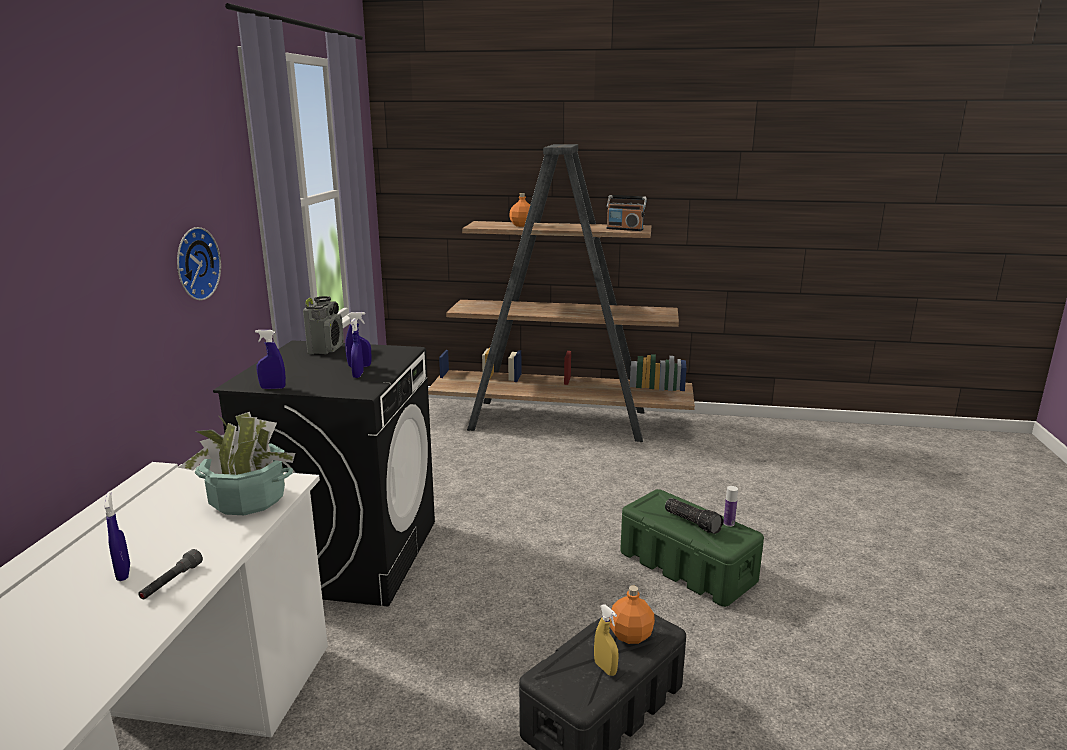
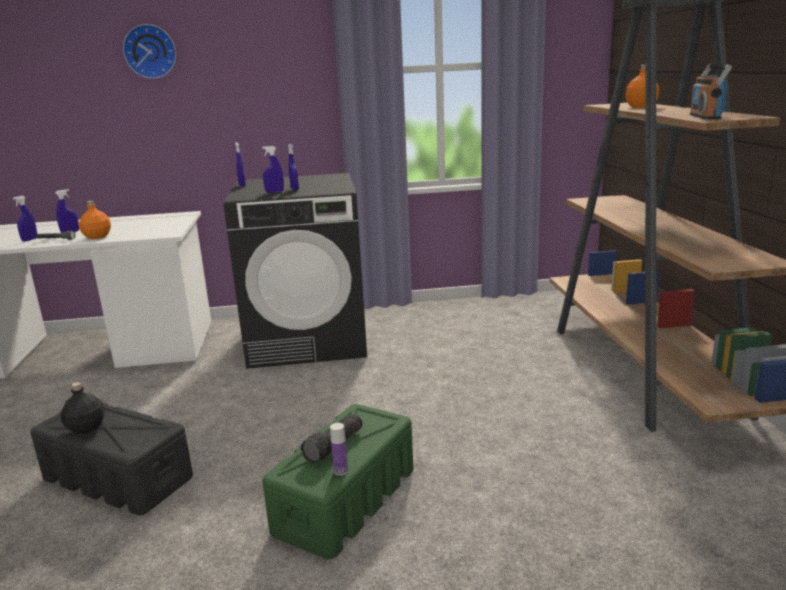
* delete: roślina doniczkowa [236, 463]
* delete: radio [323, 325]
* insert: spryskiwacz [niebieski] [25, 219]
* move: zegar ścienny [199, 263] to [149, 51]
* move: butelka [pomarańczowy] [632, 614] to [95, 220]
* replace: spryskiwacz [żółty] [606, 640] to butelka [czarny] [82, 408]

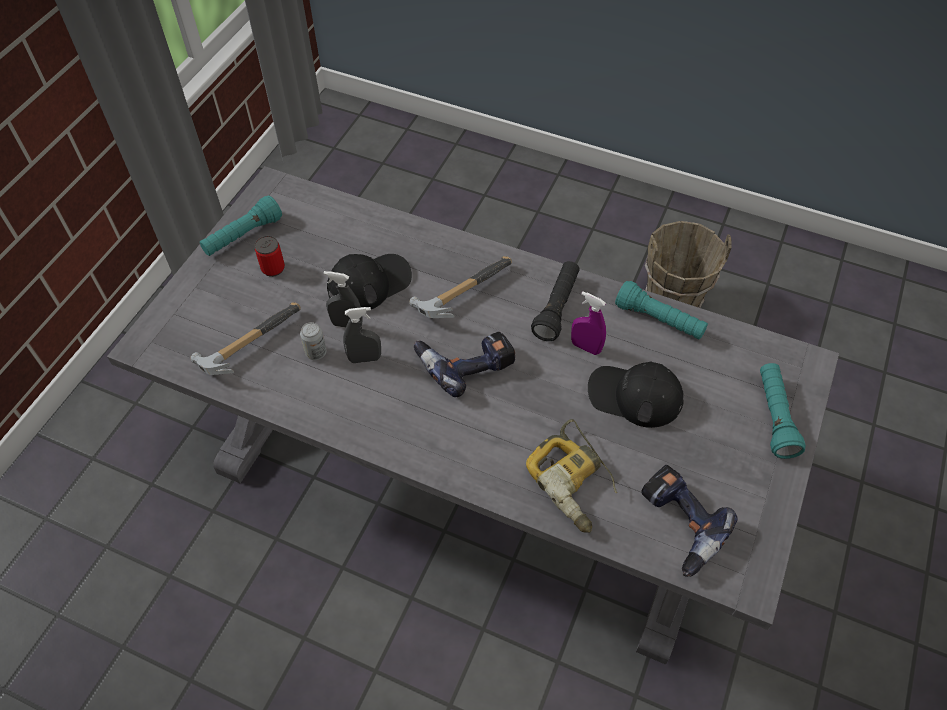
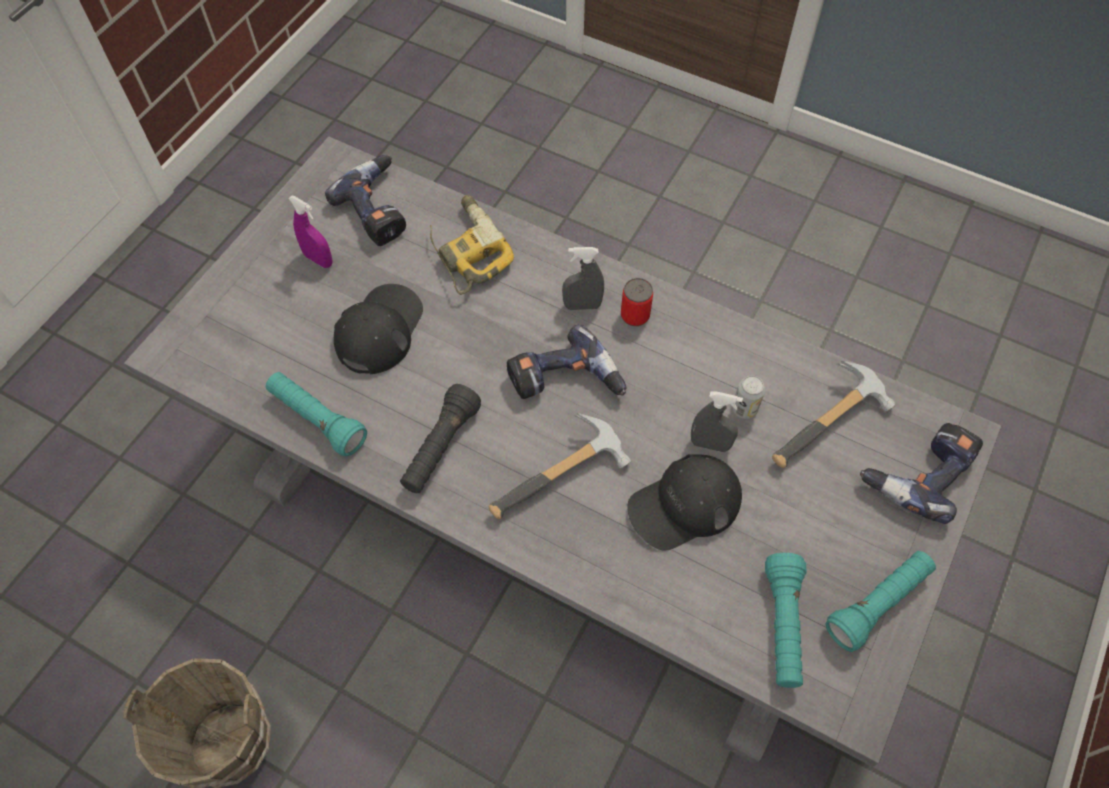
* insert: wiertarka [921, 473]
* move: puszka [270, 256] to [637, 302]
* move: spryskiwacz [szary] [362, 335] to [583, 278]
* move: spryskiwacz [fioletowy] [588, 323] to [310, 232]
* move: latarka [turkusowy] [783, 411] to [786, 620]
* rotate: czapka z daszkiem [czarny] [636, 395] = [378, 329] 90 degrees counterclockwise

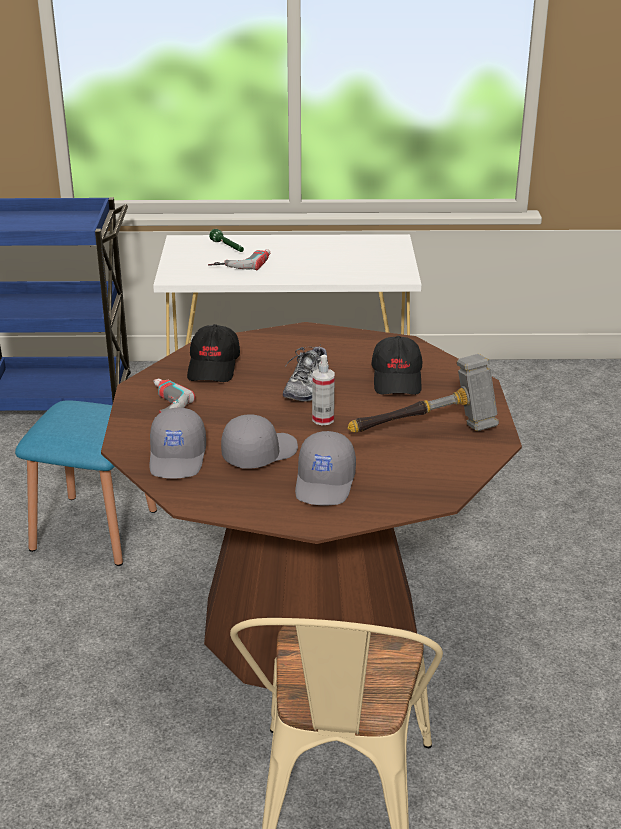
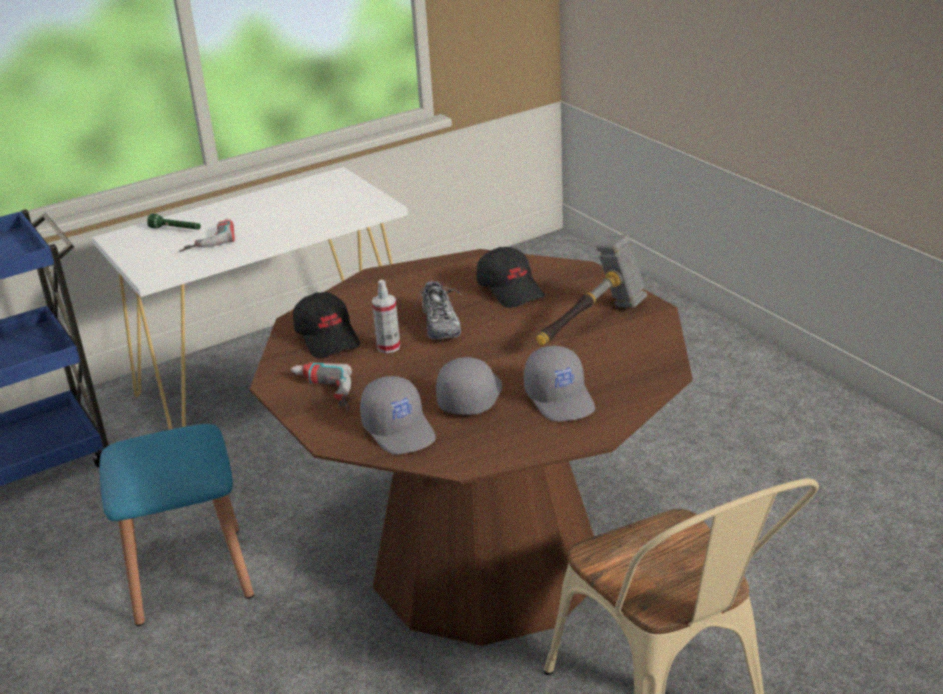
* move: spryskiwacz [323, 390] to [386, 316]

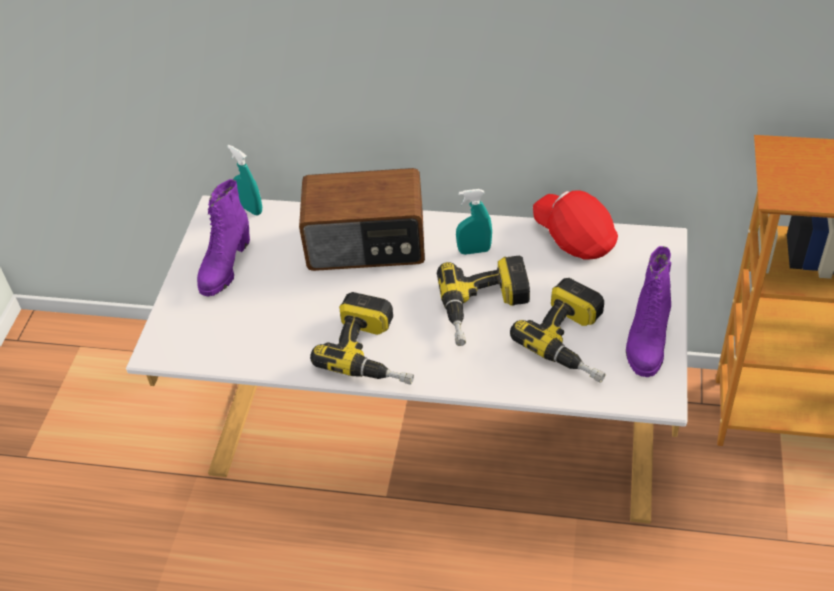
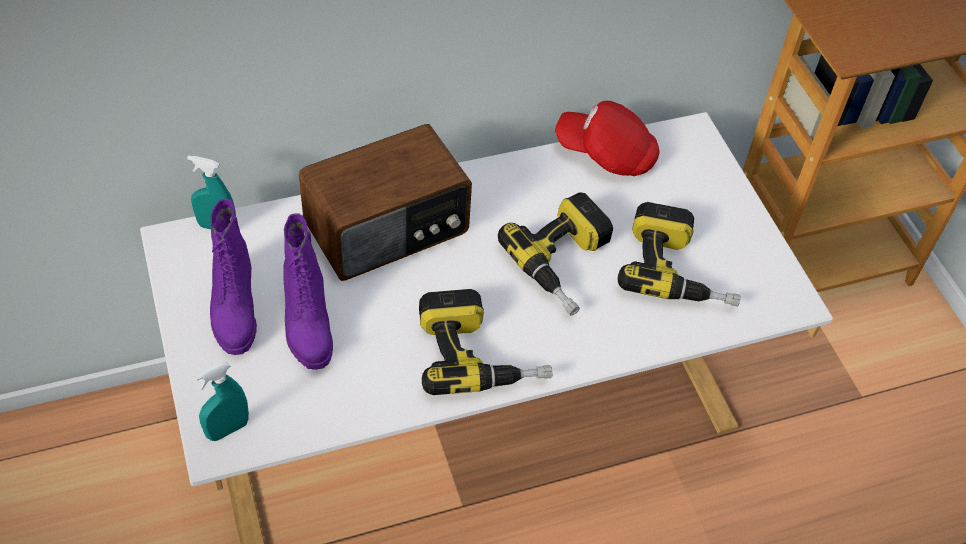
* move: spryskiwacz [turkusowy] [474, 222] to [222, 401]
* move: but z cholewką [fioletowy] [648, 311] to [308, 291]

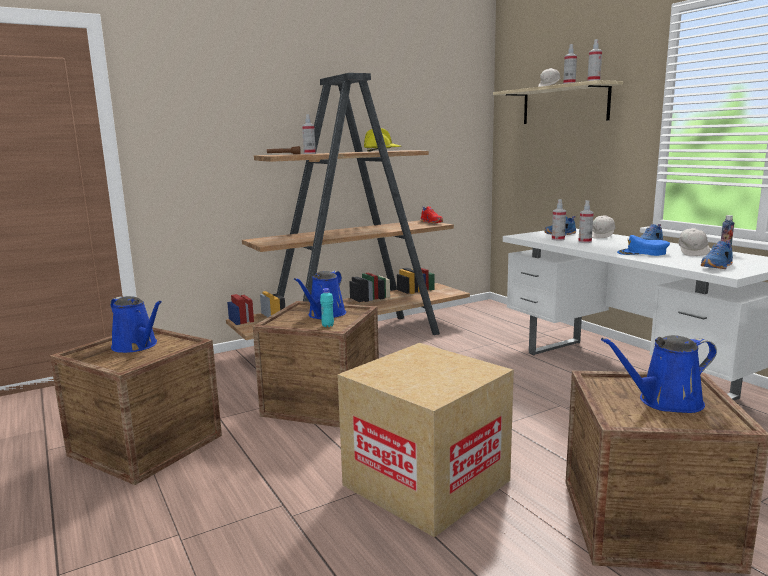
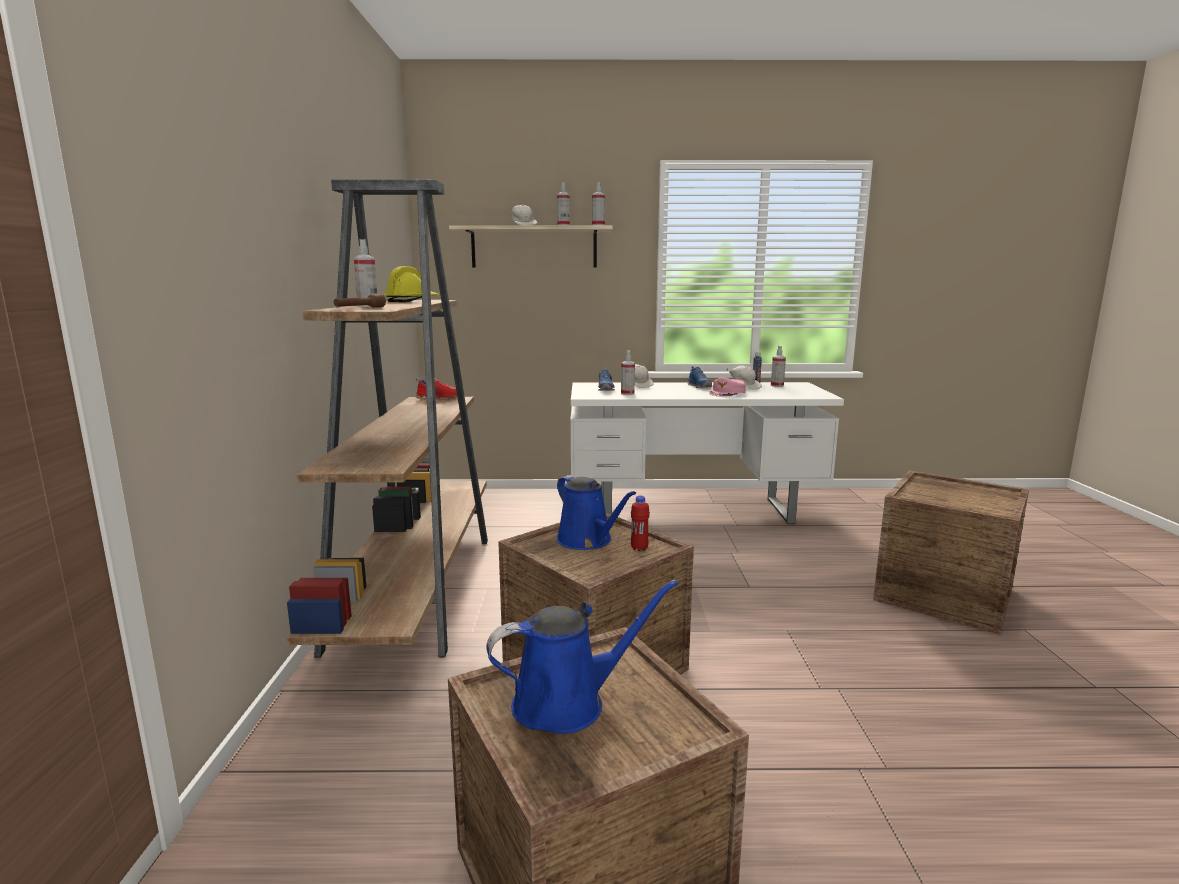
* delete: karton [425, 440]
* delete: konewka [niebieski] [659, 374]
* delete: but [niebieski] [717, 255]
* move: spryskiwacz [586, 221] to [778, 366]
* recolor: butelka [turkusowy] [327, 307] to butelka [czerwony] [640, 523]
* recolor: czapka z daszkiem [niebieski] [643, 245] to czapka z daszkiem [różowy] [727, 387]

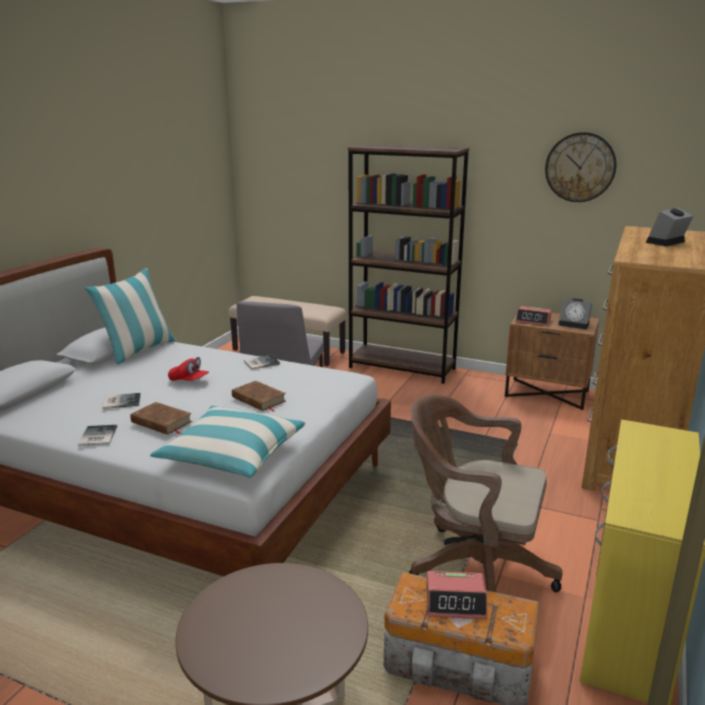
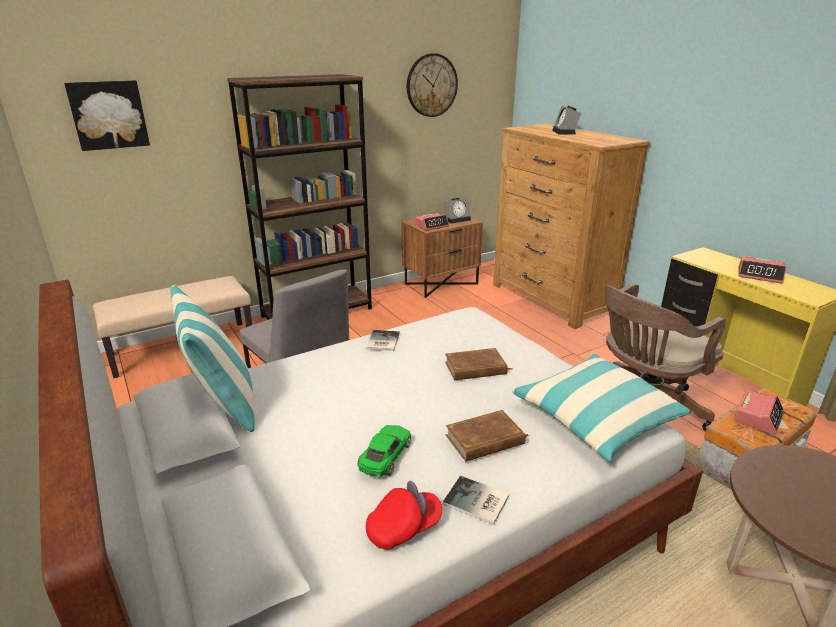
* insert: obraz [107, 115]
* insert: budzik [762, 270]
* move: czapka z daszkiem [czerwony] [188, 369] to [404, 515]
* replace: książka [122, 401] to samochodzik [zielony] [384, 451]

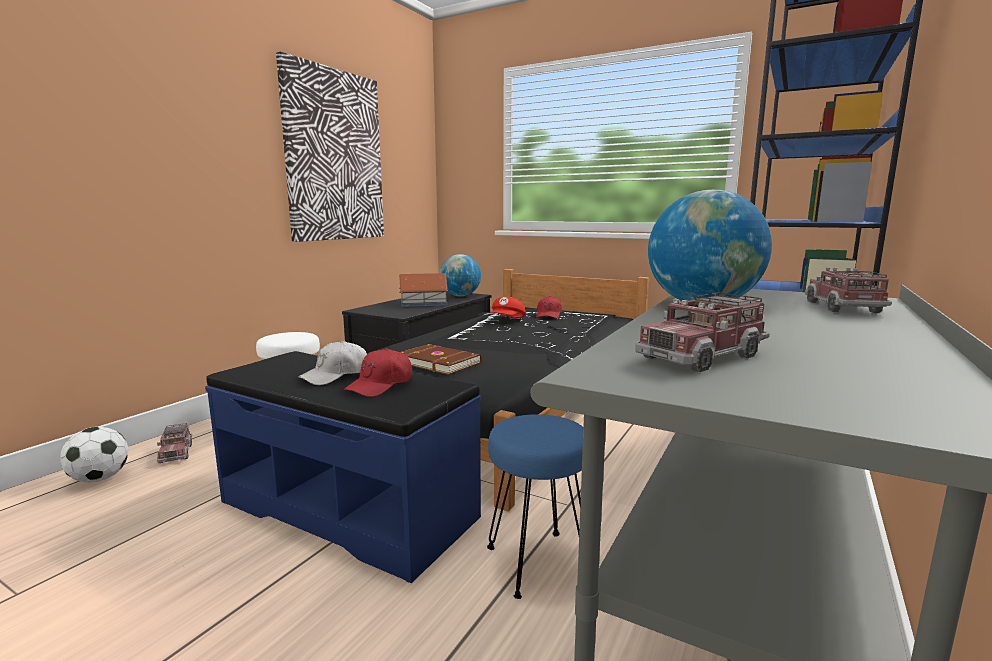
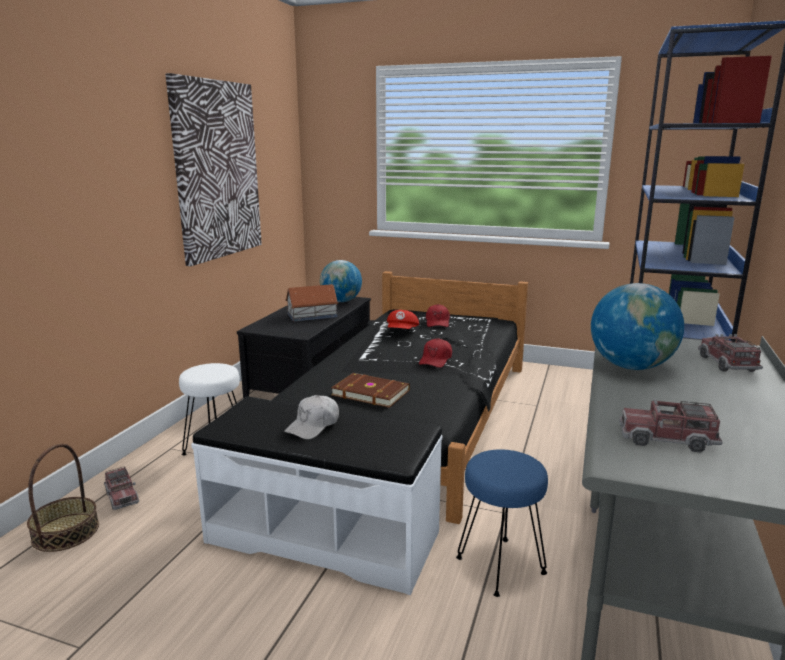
* move: czapka z daszkiem [czerwony] [377, 372] to [435, 353]
* replace: piłka futbolowa [94, 454] to koszyk [63, 497]
* recolor: ławka [niebieski] [343, 467] to ławka [biały] [316, 495]
* rotate: ciężarówka zabawkowa [702, 332] = [671, 425] 60 degrees clockwise

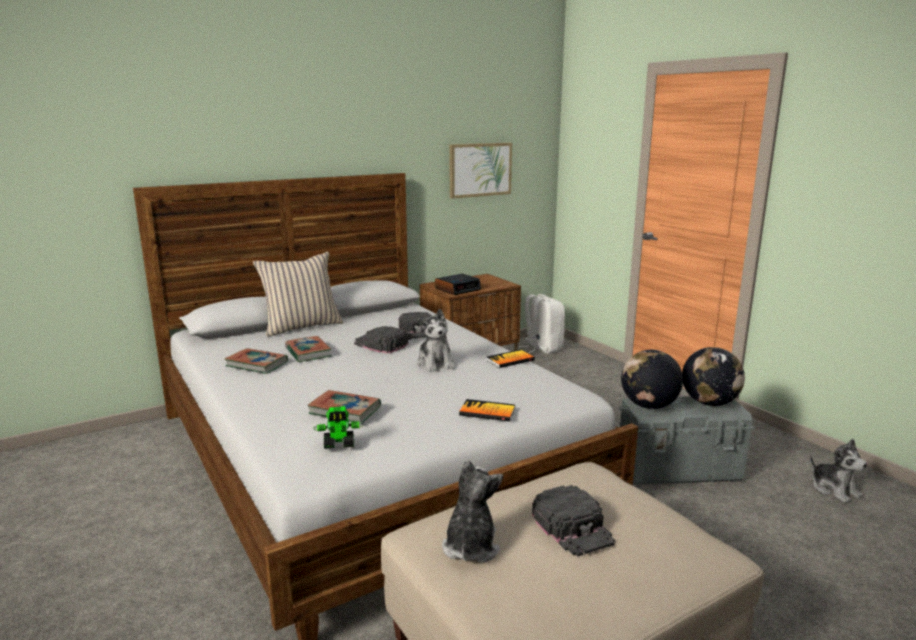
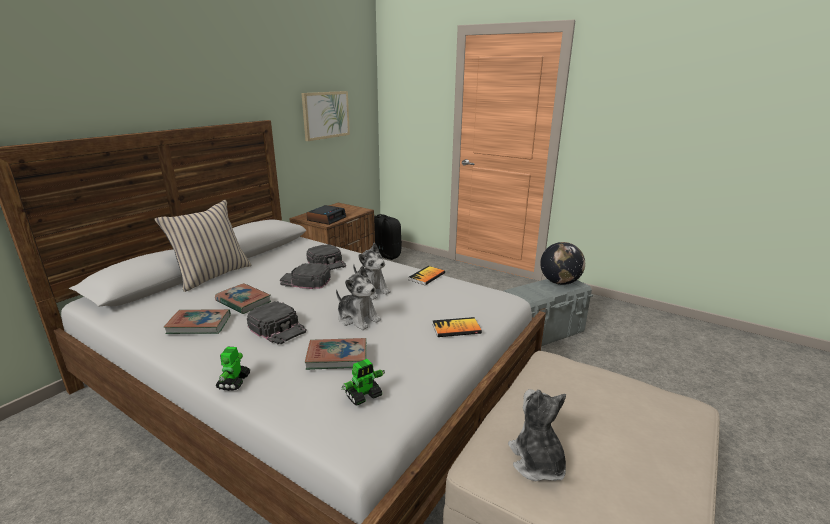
* delete: globus [652, 379]
* insert: robot zabawkowy [232, 369]
* move: czapka z daszkiem [czarny] [573, 520] to [277, 322]
* move: pluszak [838, 471] to [358, 298]
* recolor: plecak [biały] [545, 324] to plecak [czarny] [388, 237]

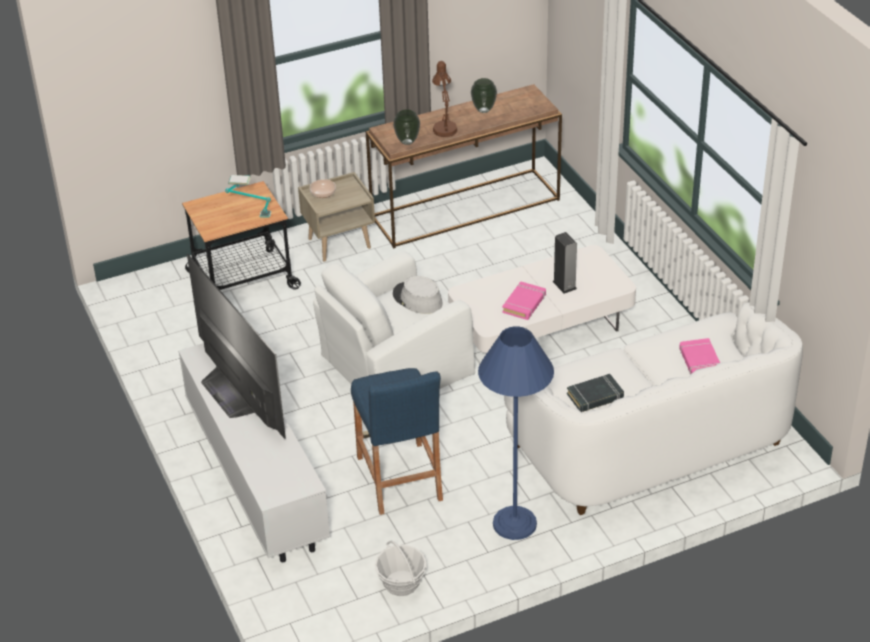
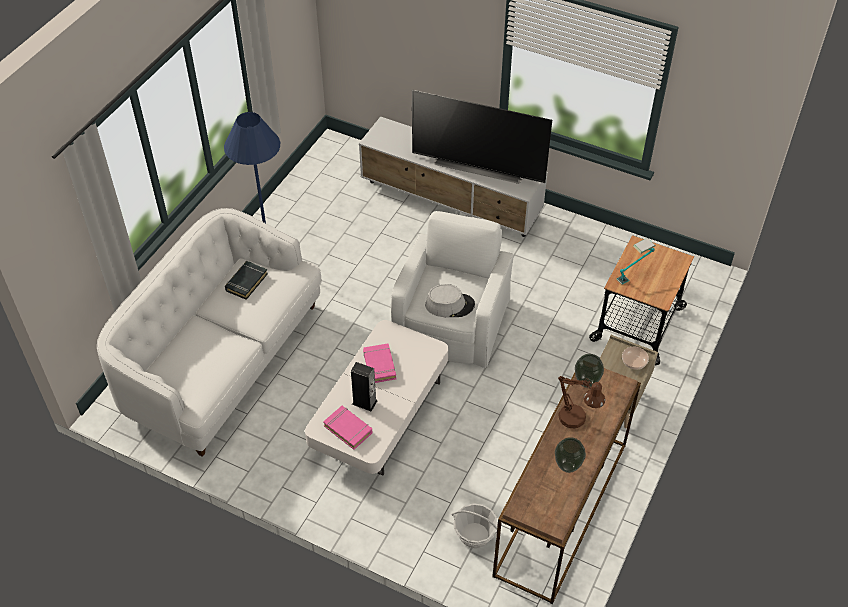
* delete: stołek [niebieski] [397, 441]
* move: koszyk [401, 568] to [475, 525]
* move: książka [różowy] [699, 356] to [347, 428]

